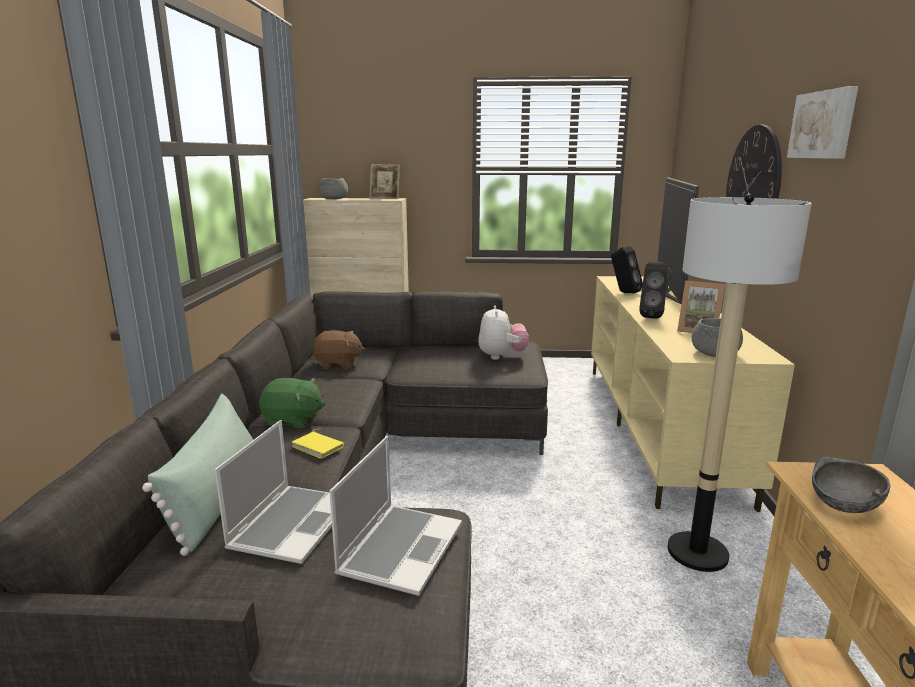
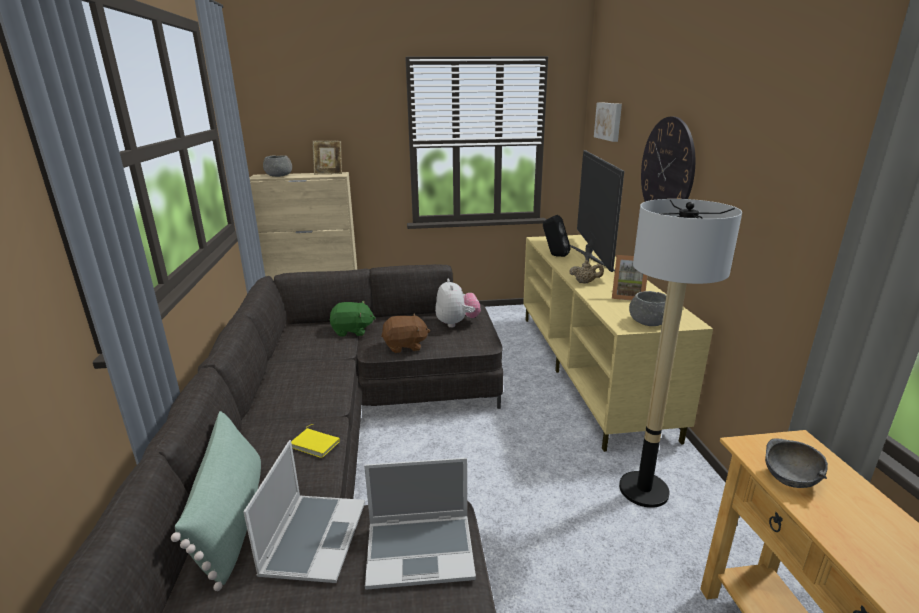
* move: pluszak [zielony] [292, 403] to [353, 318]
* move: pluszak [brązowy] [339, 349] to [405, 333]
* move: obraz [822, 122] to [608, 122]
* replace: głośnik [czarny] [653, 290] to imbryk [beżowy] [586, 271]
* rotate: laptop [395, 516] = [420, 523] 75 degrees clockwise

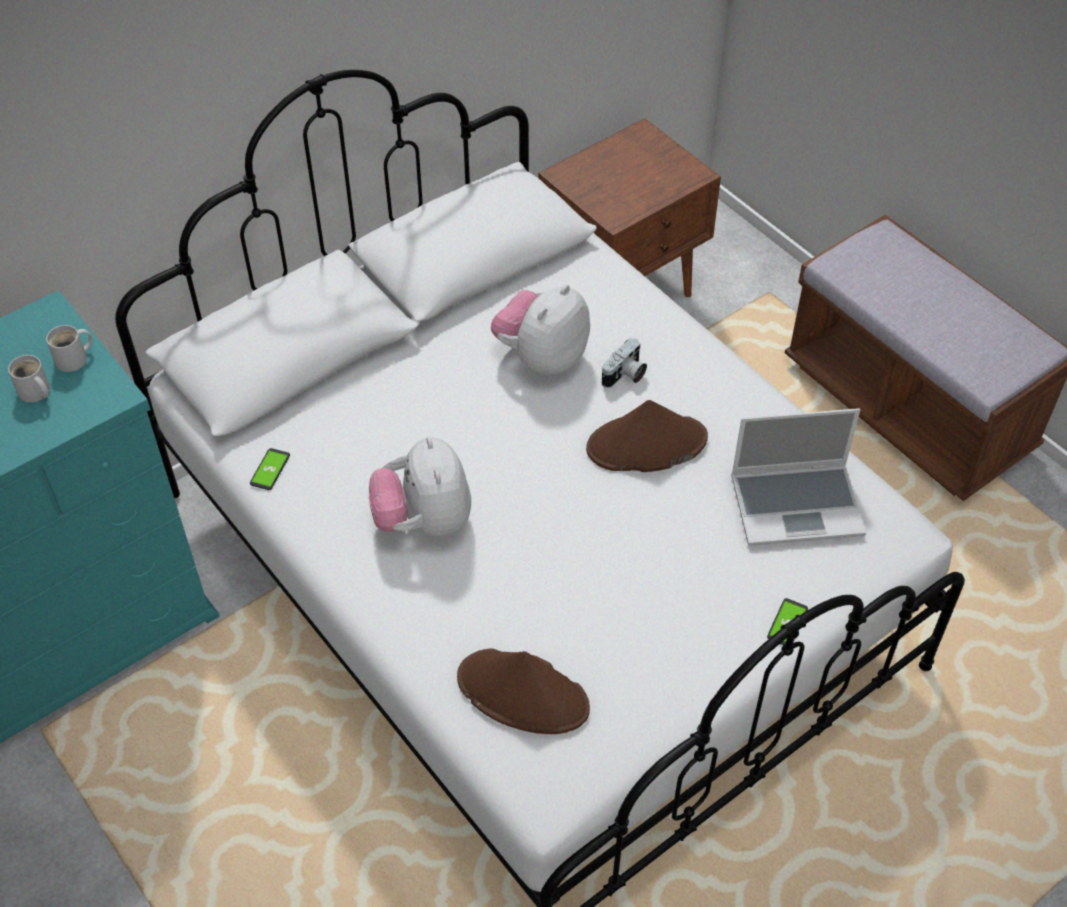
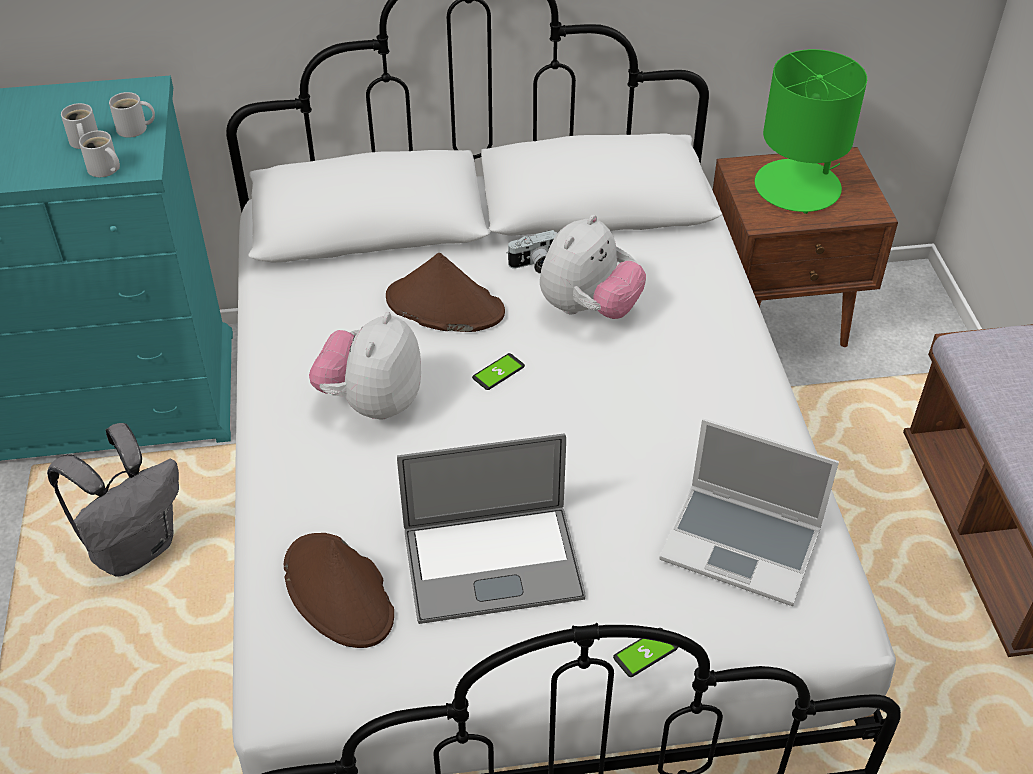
* insert: plecak [szary] [113, 500]
* insert: kubek [biały] [99, 154]
* insert: laptop [491, 528]
* insert: lampa stołowa [zielony] [811, 131]
* move: telefon [270, 469] to [498, 371]
* move: kapelusz [brązowy] [647, 436] to [445, 292]
* move: aparat fotograficzny [624, 363] to [532, 252]
* rotate: pluszak [540, 330] = [593, 266] 150 degrees clockwise

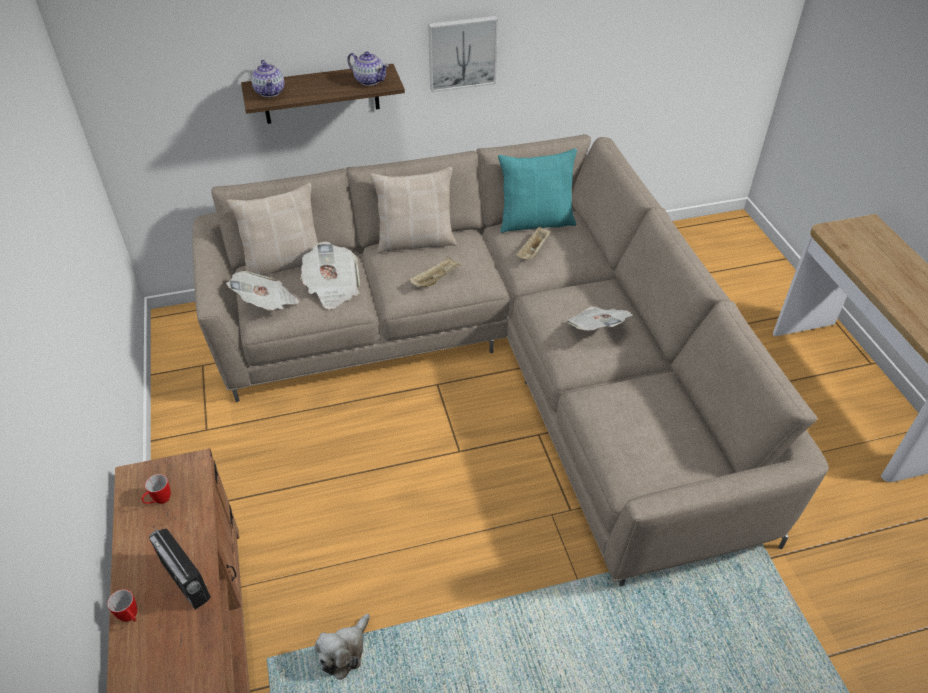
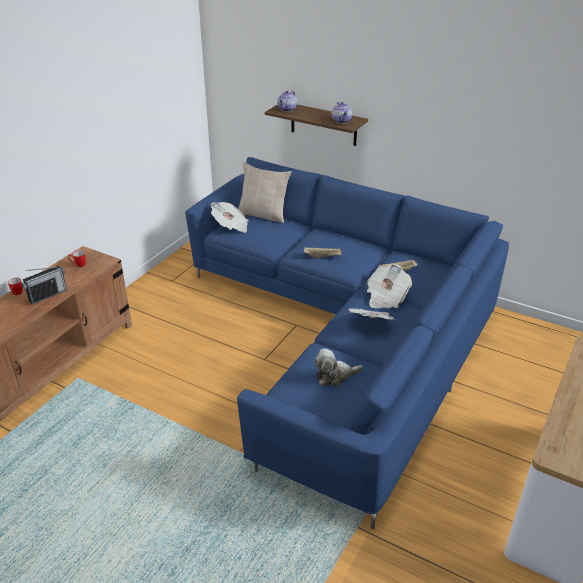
* delete: poduszka [beżowy] [413, 210]
* delete: obraz [463, 54]
* delete: poduszka [turkusowy] [537, 190]
* move: gazeta [330, 276] to [389, 286]
* move: pluszak [342, 647] to [338, 367]
* recolor: kanapa [beżowy] [510, 360] to kanapa [niebieski] [347, 343]
* rotate: radio [180, 568] = [44, 285] 135 degrees counterclockwise

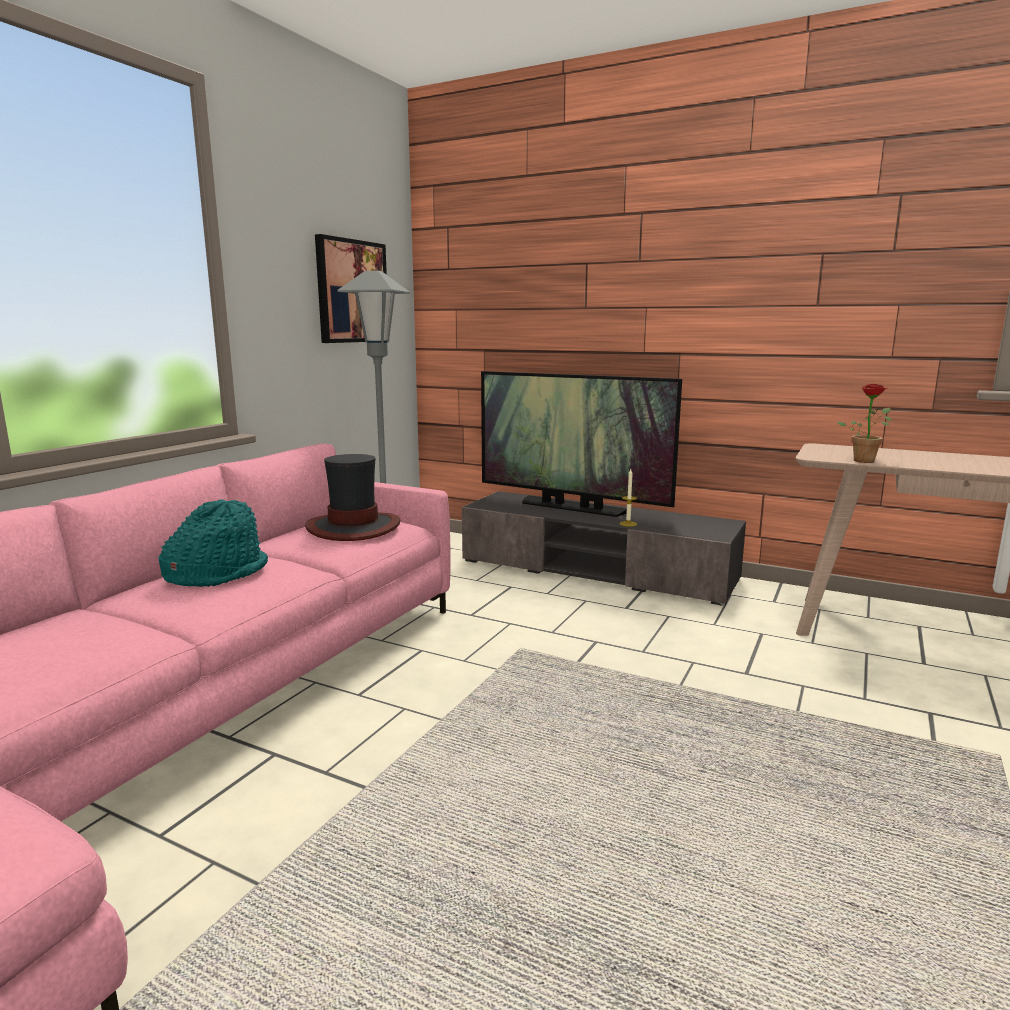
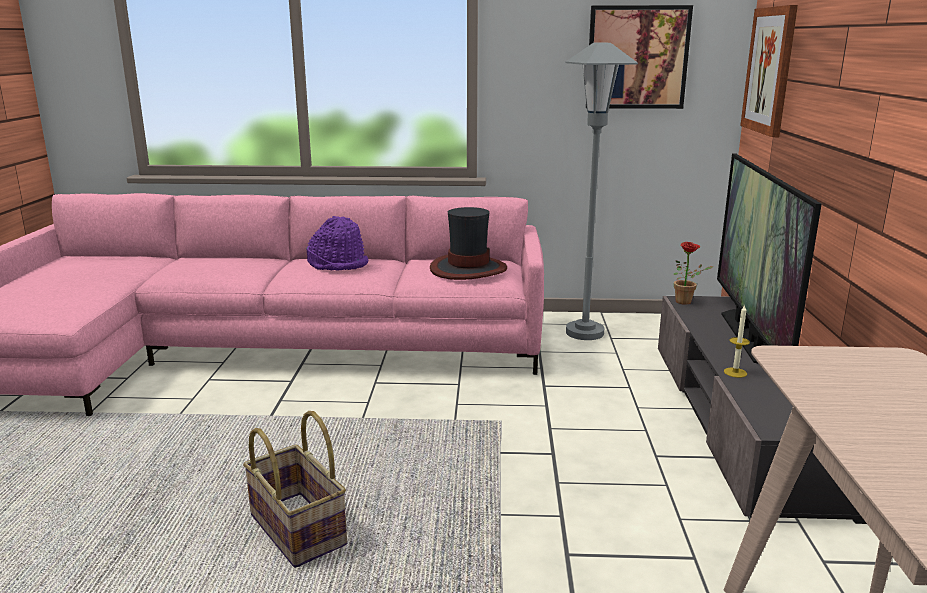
* insert: koszyk [295, 489]
* insert: obraz [769, 71]
* move: roślina doniczkowa [864, 423] to [694, 273]
* recolor: kapelusz [turkusowy] [213, 543] to kapelusz [fioletowy] [337, 243]

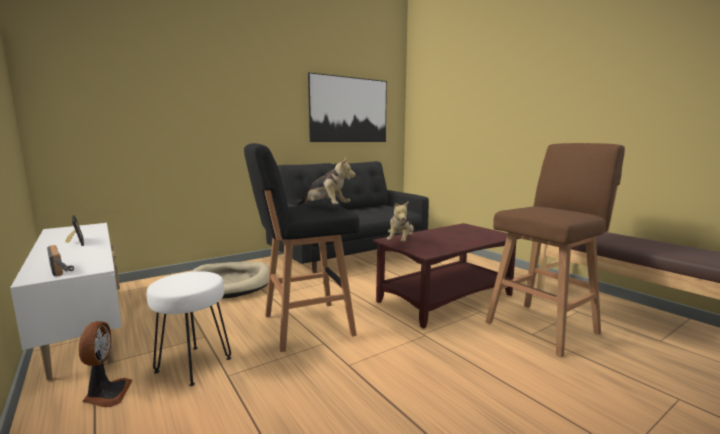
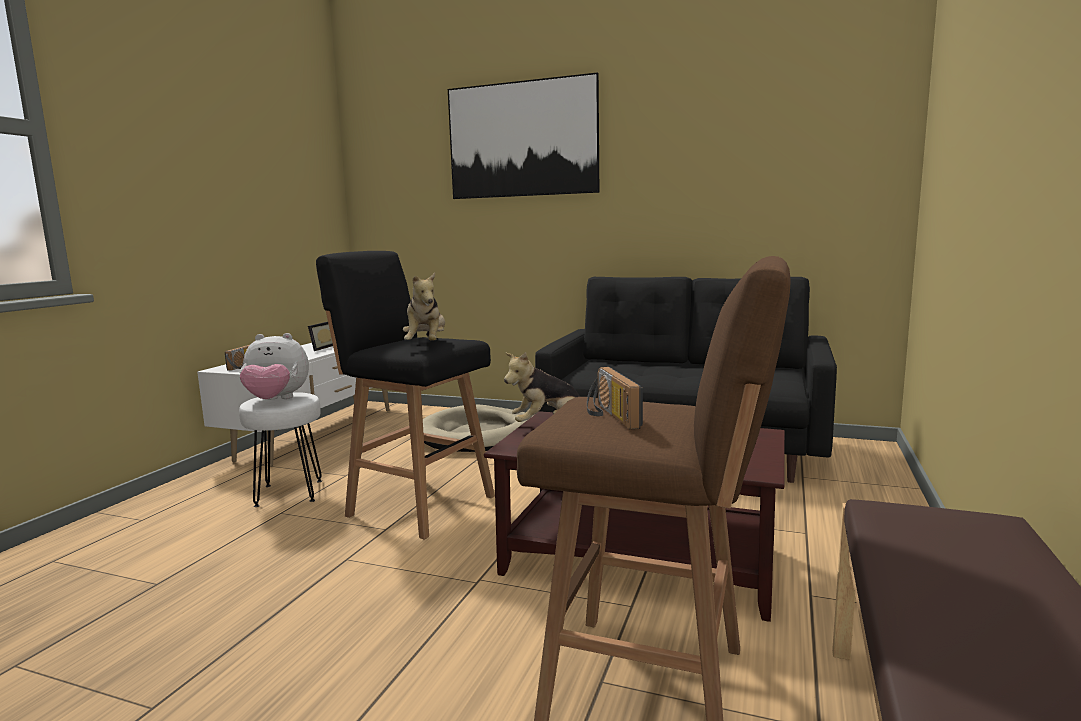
* delete: wentylator [105, 364]
* insert: pluszak [274, 366]
* insert: radio [615, 398]
* move: obraz [347, 107] to [523, 135]

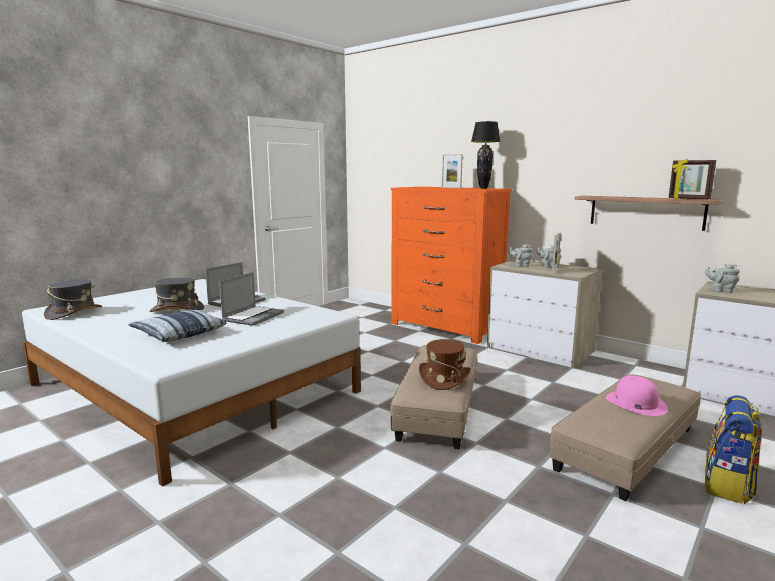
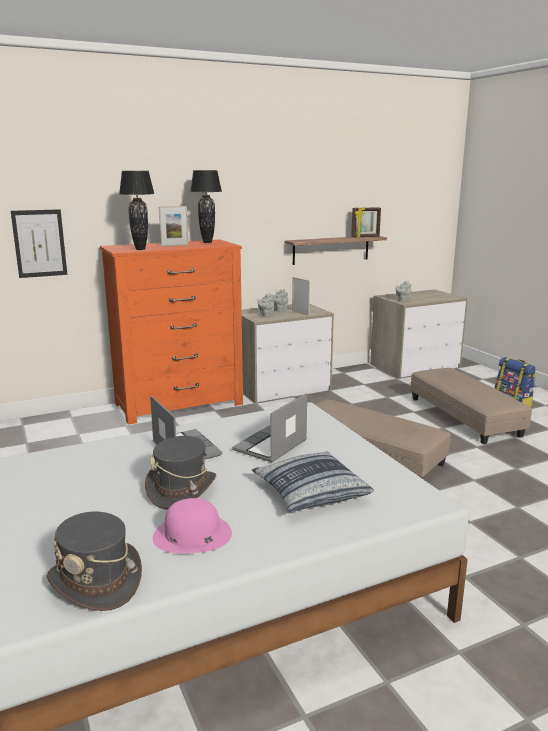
* delete: kapelusz [brązowy] [445, 364]
* insert: obraz [39, 243]
* insert: lampa stołowa [czarny] [137, 210]
* move: kapelusz [różowy] [637, 395] to [192, 525]
* rotate: laptop [251, 299] = [269, 427] 105 degrees counterclockwise

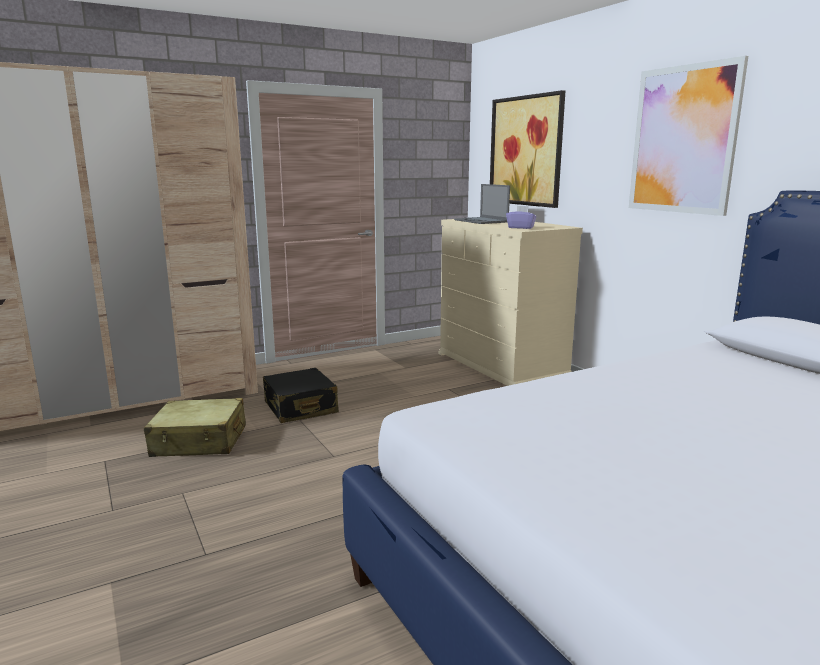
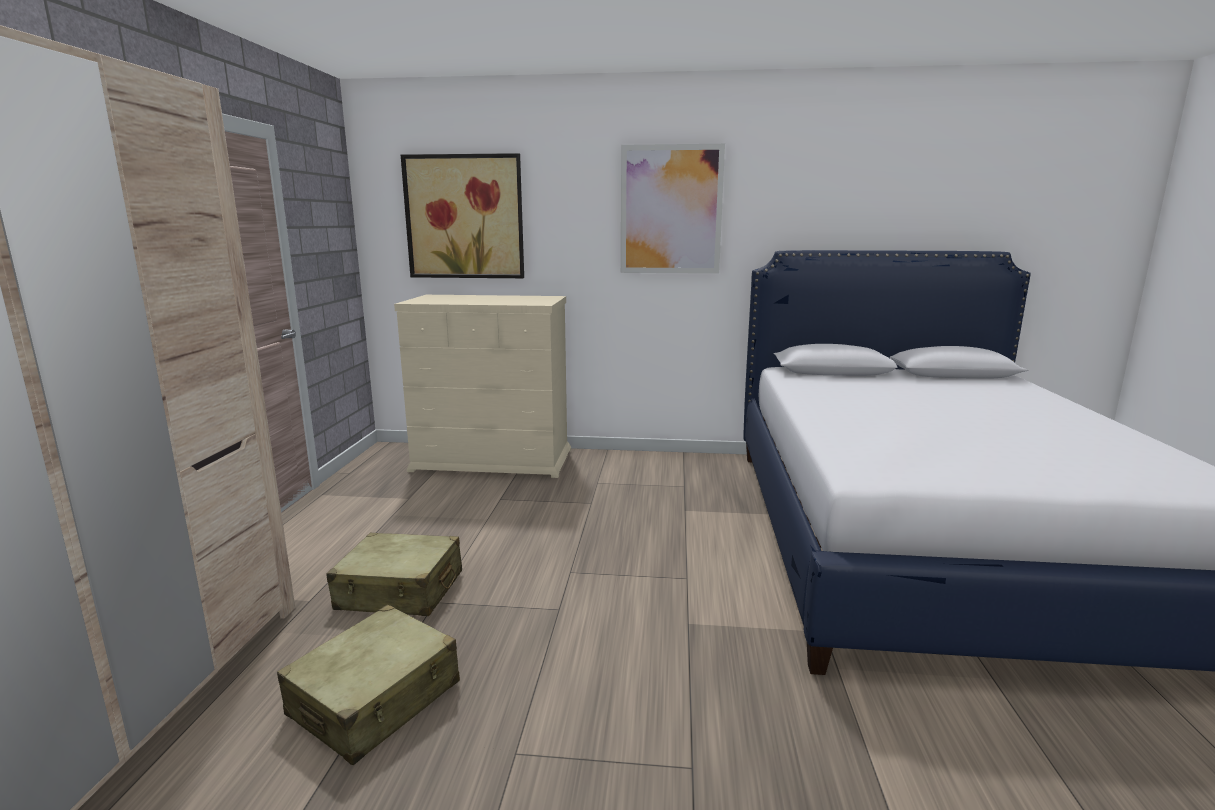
* delete: laptop [482, 204]
* delete: pudełko chusteczek [fioletowy] [521, 217]
* recolor: walizka [czarny] [301, 395] to walizka [beżowy] [394, 574]

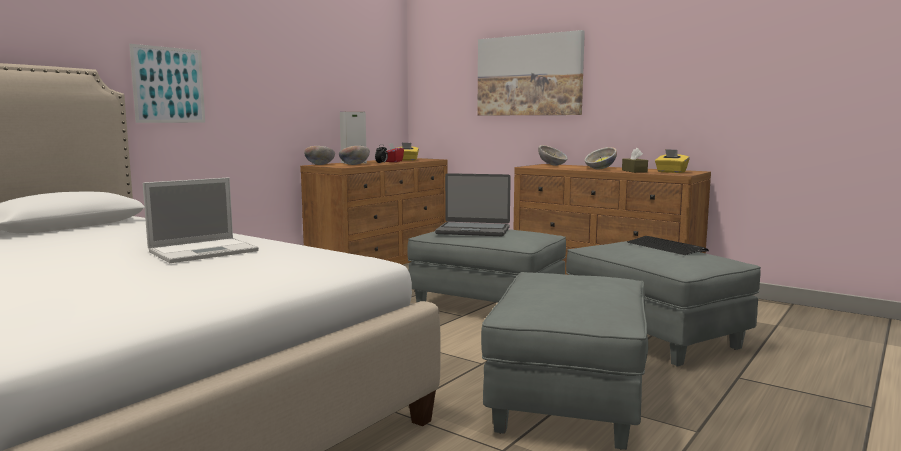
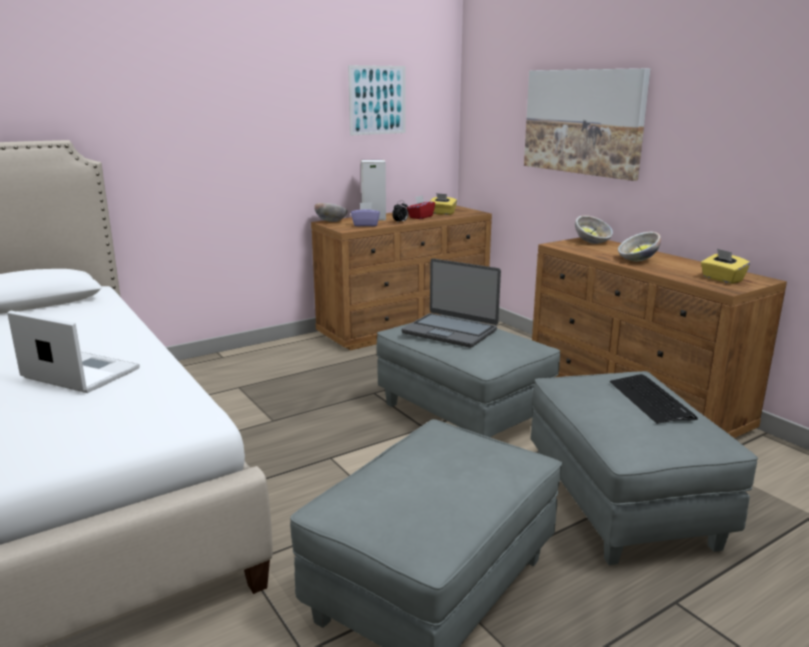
* delete: pudełko chusteczek [brązowy] [635, 160]
* move: obraz [167, 83] to [376, 100]
* replace: miska [354, 155] to pudełko chusteczek [fioletowy] [365, 214]
* rotate: laptop [201, 220] = [73, 352] 135 degrees counterclockwise

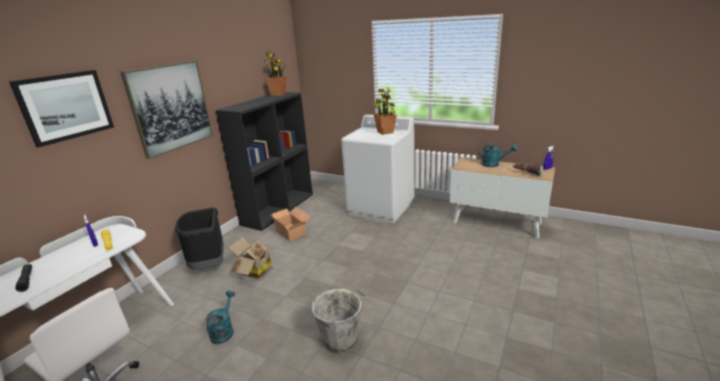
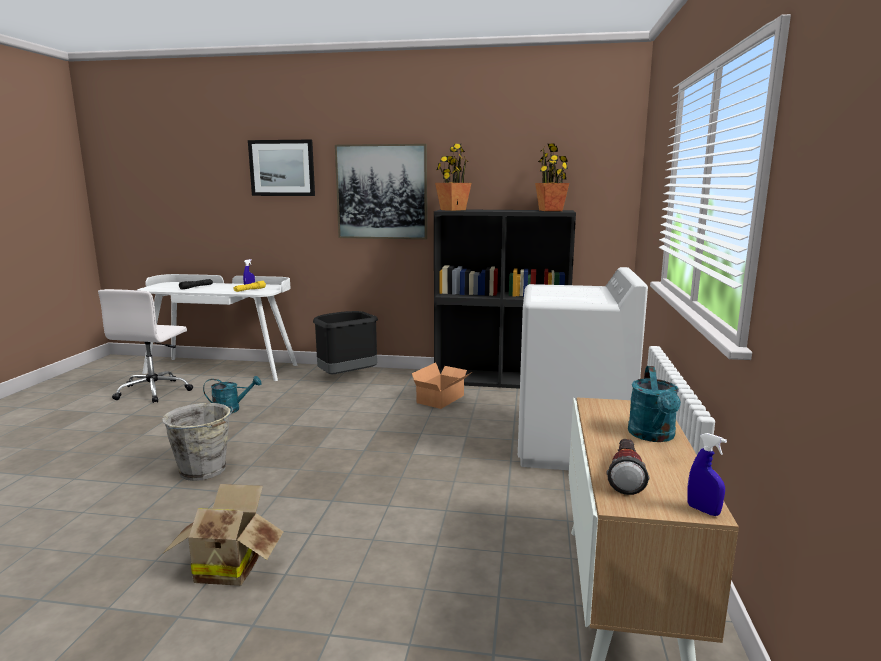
* move: karton [252, 258] to [222, 535]
* move: roślina doniczkowa [385, 111] to [453, 177]

